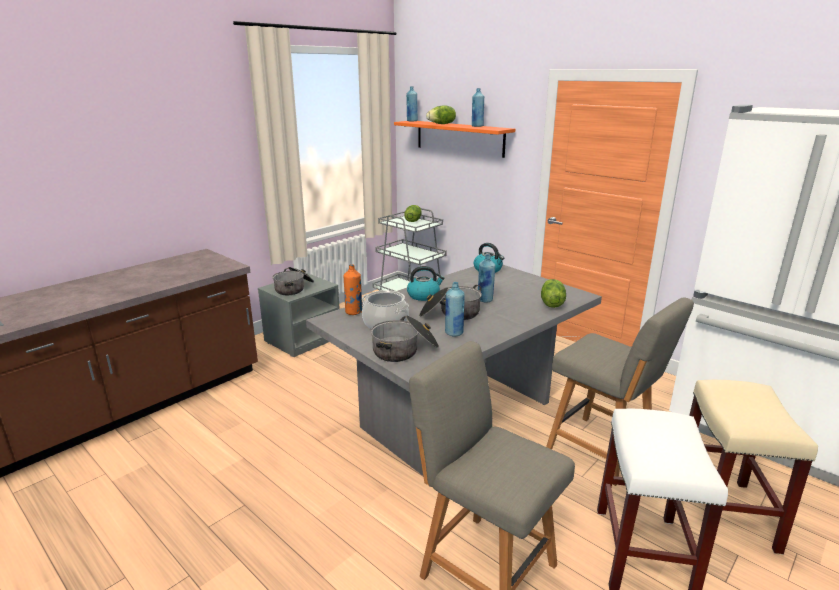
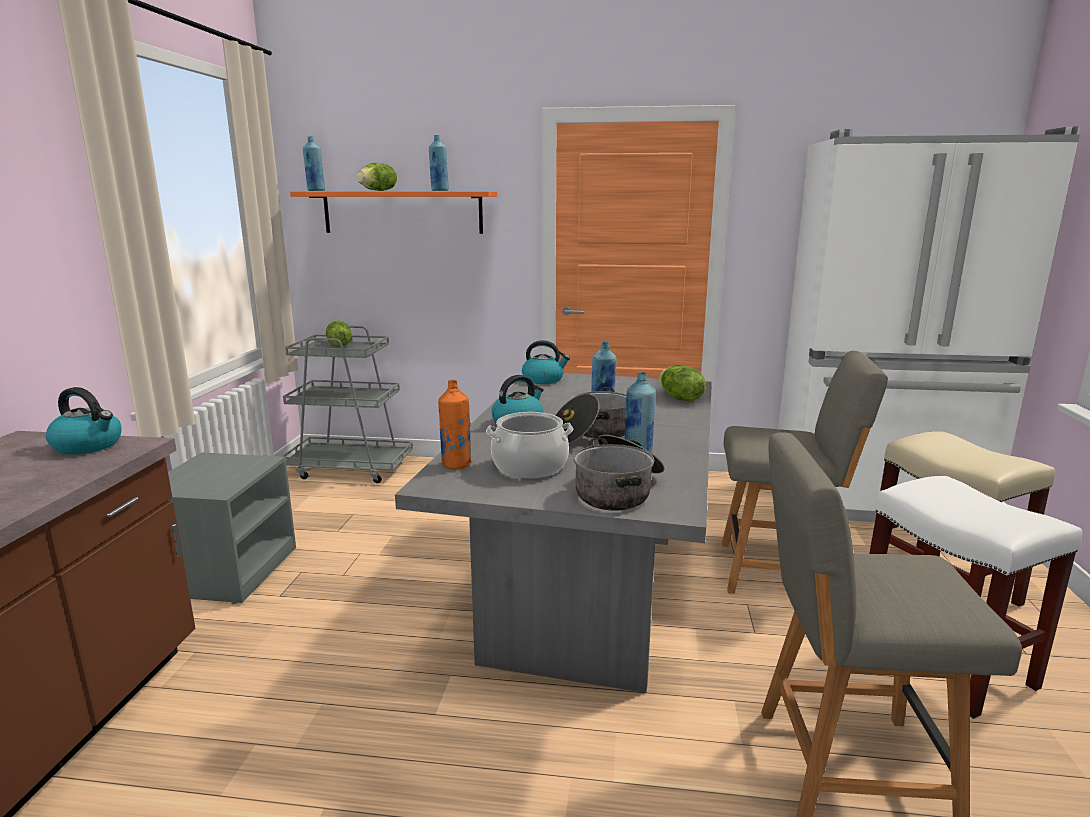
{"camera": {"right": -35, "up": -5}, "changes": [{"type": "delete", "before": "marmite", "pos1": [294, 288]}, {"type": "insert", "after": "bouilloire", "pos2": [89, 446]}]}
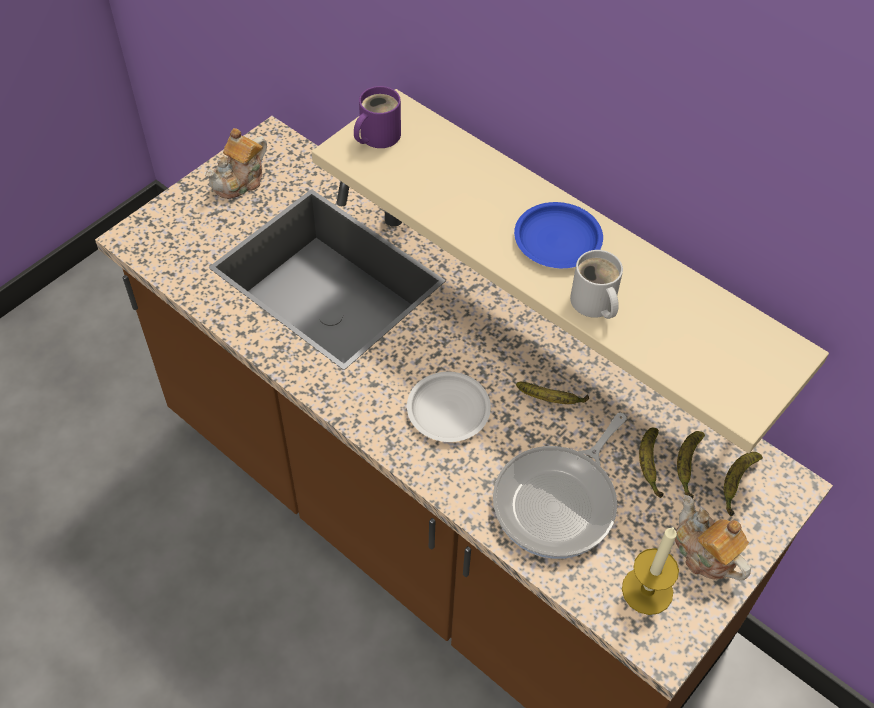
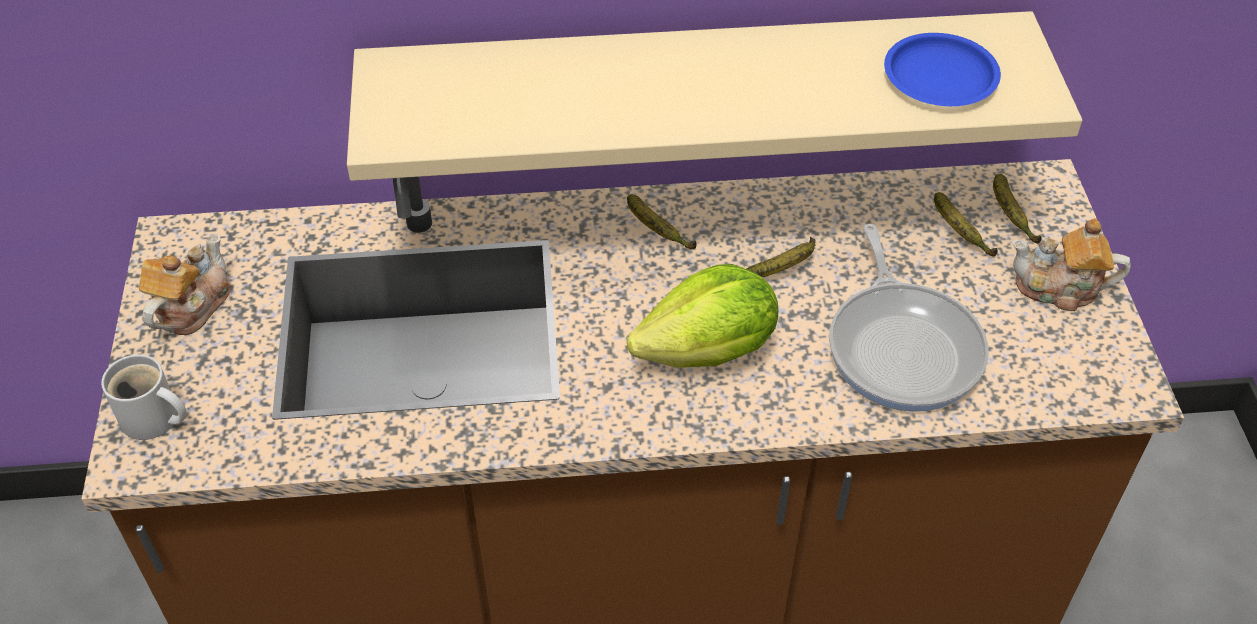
{"camera": {"right": -45, "up": -5}, "changes": [{"type": "rotate", "before": "théière", "pos1": [240, 181], "pos2": [191, 306], "turn": -150}, {"type": "delete", "before": "mug [violet]", "pos1": [376, 136]}, {"type": "replace", "before": "assiette [blanc]", "after": "laitue", "pos1": [448, 411], "pos2": [709, 352]}, {"type": "move", "before": "assiette [bleu]", "pos1": [558, 240], "pos2": [941, 77]}, {"type": "move", "before": "mug [blanc]", "pos1": [593, 304], "pos2": [153, 420]}, {"type": "delete", "before": "bougie", "pos1": [647, 590]}, {"type": "move", "before": "banane", "pos1": [649, 465], "pos2": [655, 230]}]}
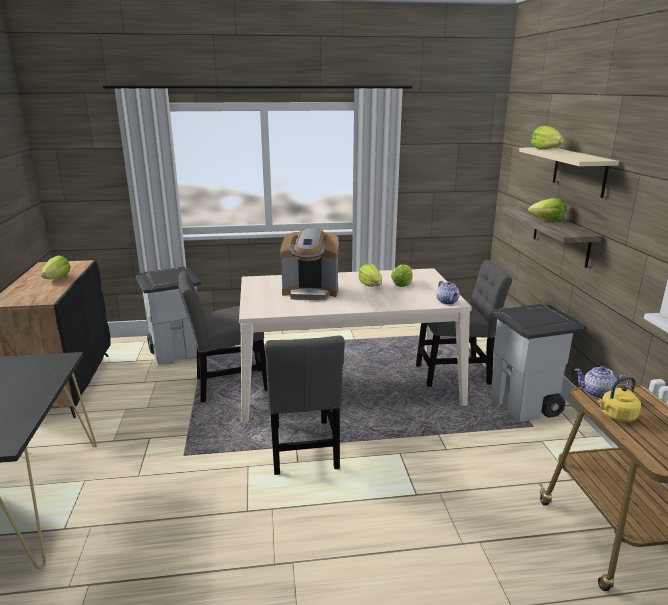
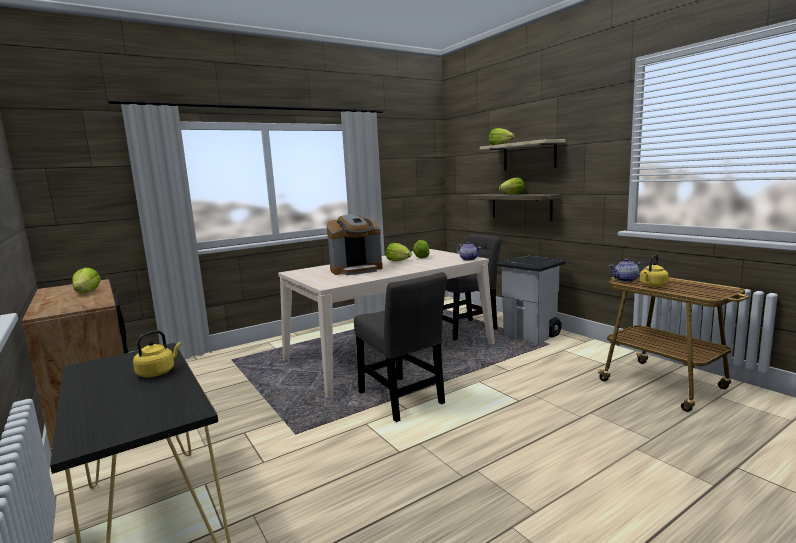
{"camera": {"right": -25, "up": -10}, "changes": [{"type": "delete", "before": "poubelle [gris]", "pos1": [177, 352]}, {"type": "delete", "before": "chaise [gris]", "pos1": [227, 385]}, {"type": "insert", "after": "bouilloire [jaune]", "pos2": [158, 372]}]}
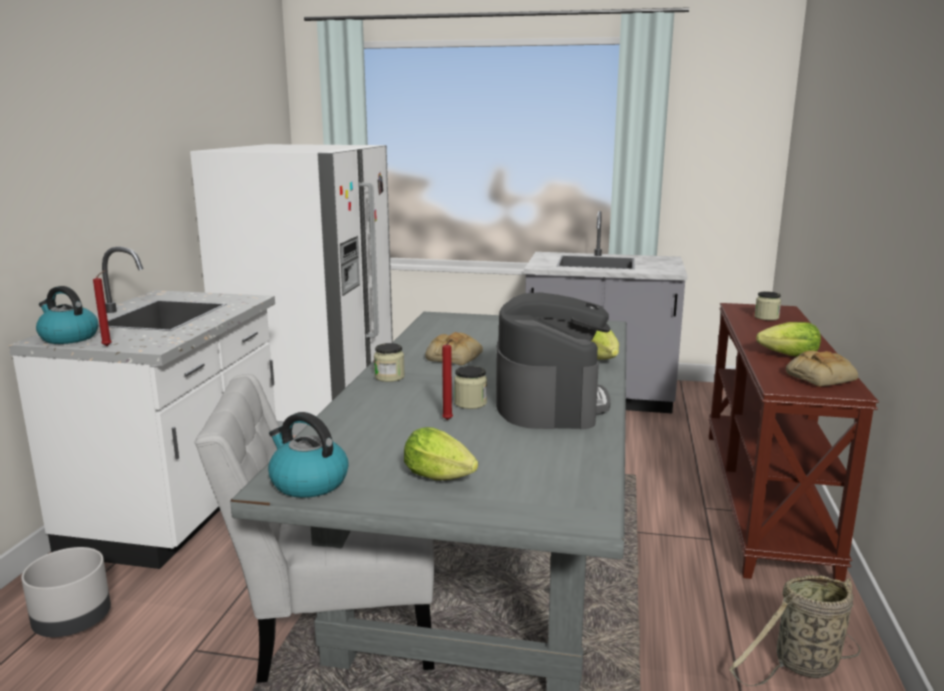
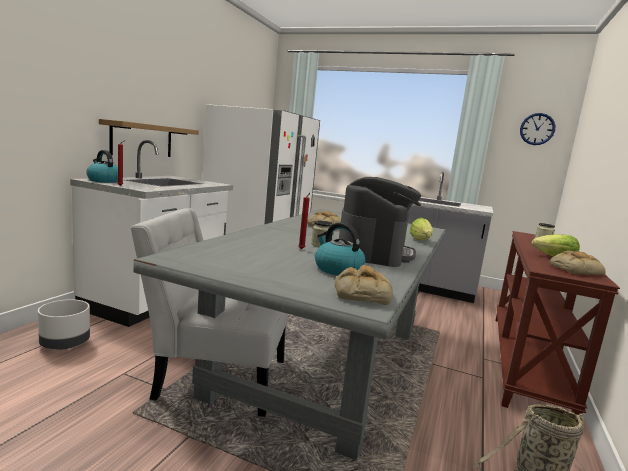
{"camera": {"right": 10, "up": -5}, "changes": [{"type": "move", "before": "bouilloire", "pos1": [308, 483], "pos2": [337, 269]}, {"type": "delete", "before": "bocal", "pos1": [389, 377]}, {"type": "delete", "before": "laitue", "pos1": [442, 478]}, {"type": "insert", "after": "étagère", "pos2": [142, 140]}, {"type": "insert", "after": "pain", "pos2": [361, 293]}, {"type": "insert", "after": "horloge murale", "pos2": [537, 129]}]}
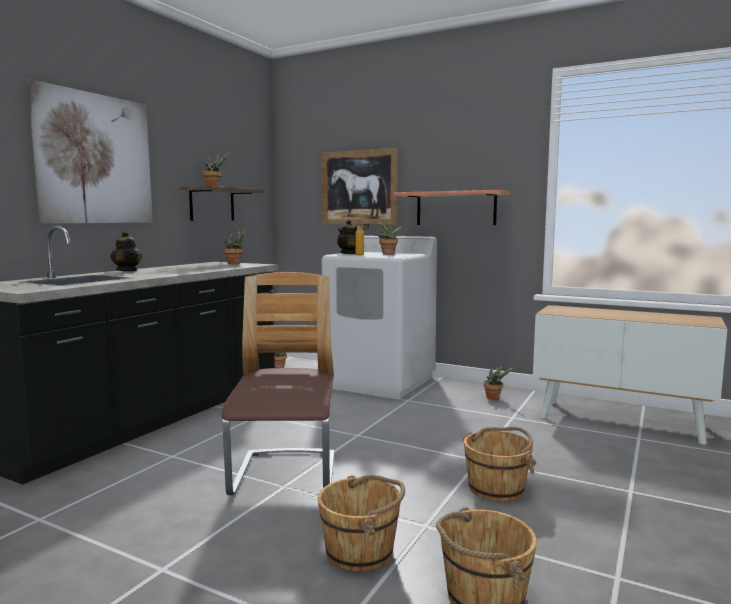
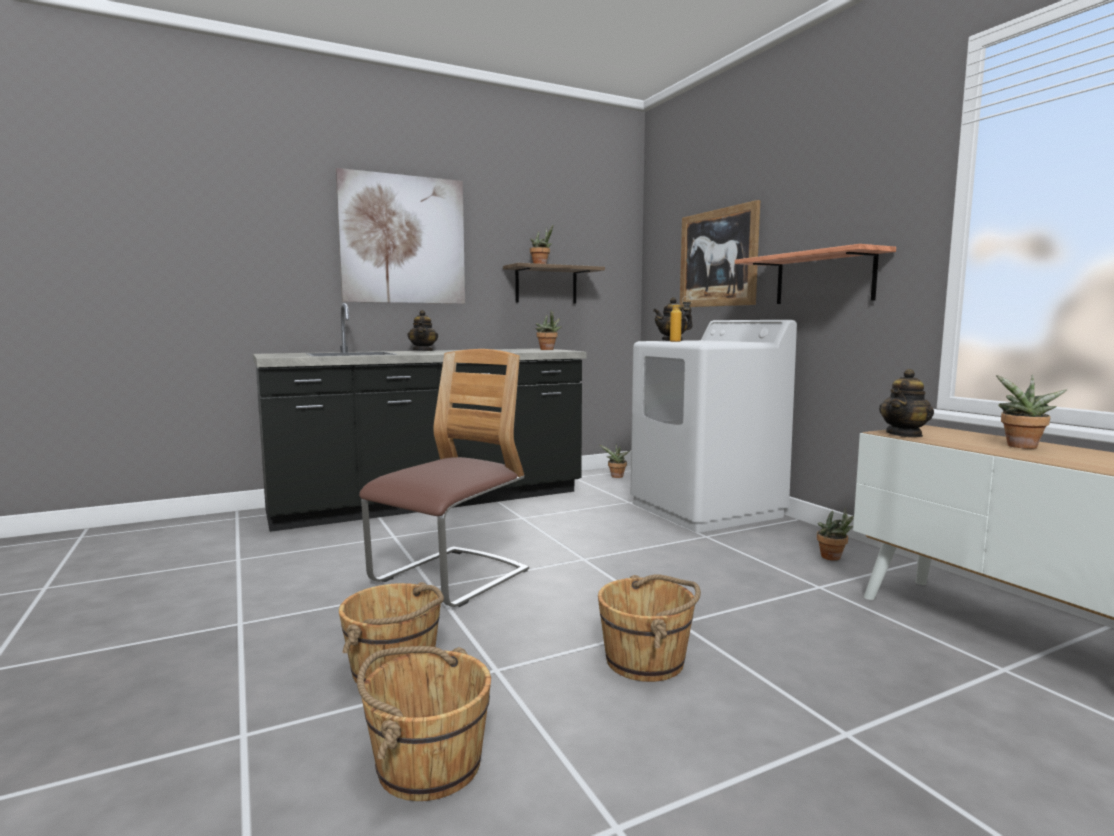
{"camera": {"right": 35, "up": 0}, "changes": [{"type": "move", "before": "plante en pot", "pos1": [388, 254], "pos2": [1021, 447]}, {"type": "insert", "after": "théière", "pos2": [904, 434]}]}
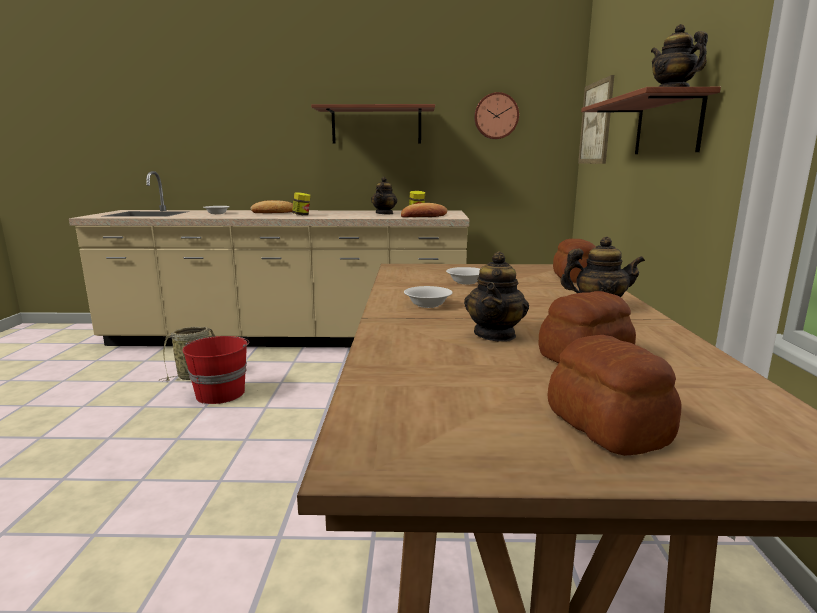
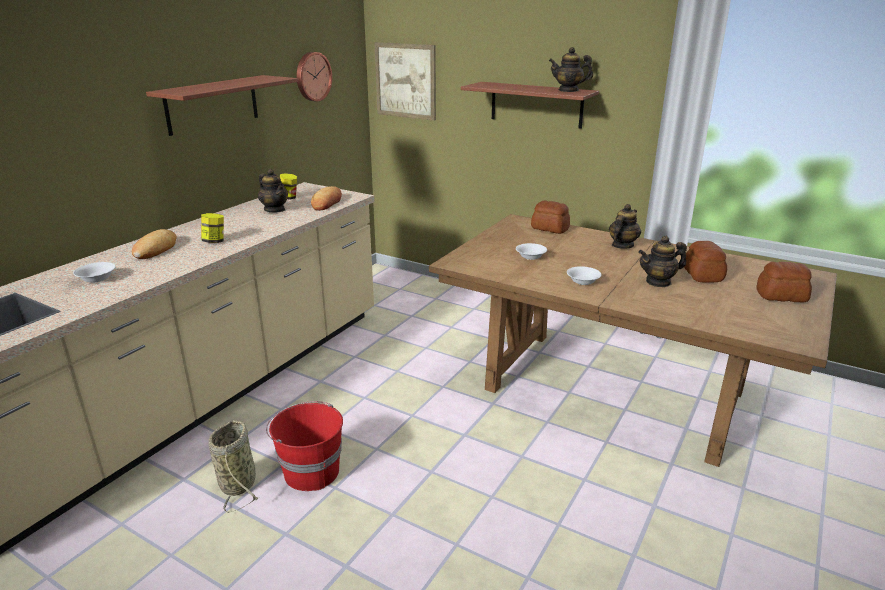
{"camera": {"right": -60, "up": 10}, "changes": [{"type": "rotate", "before": "théière", "pos1": [495, 335], "pos2": [658, 282], "turn": 120}]}
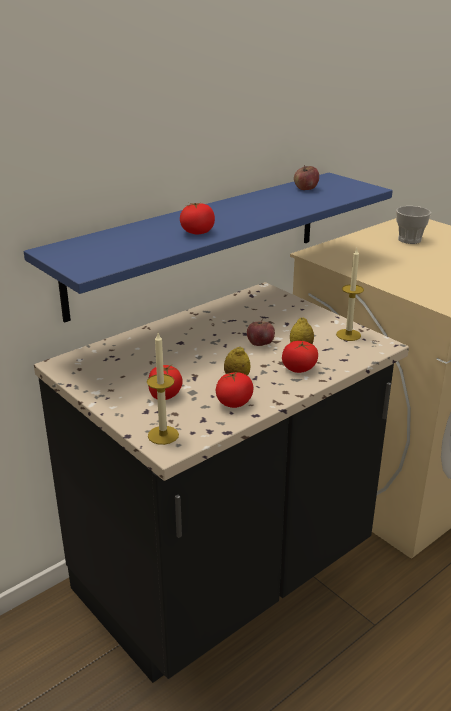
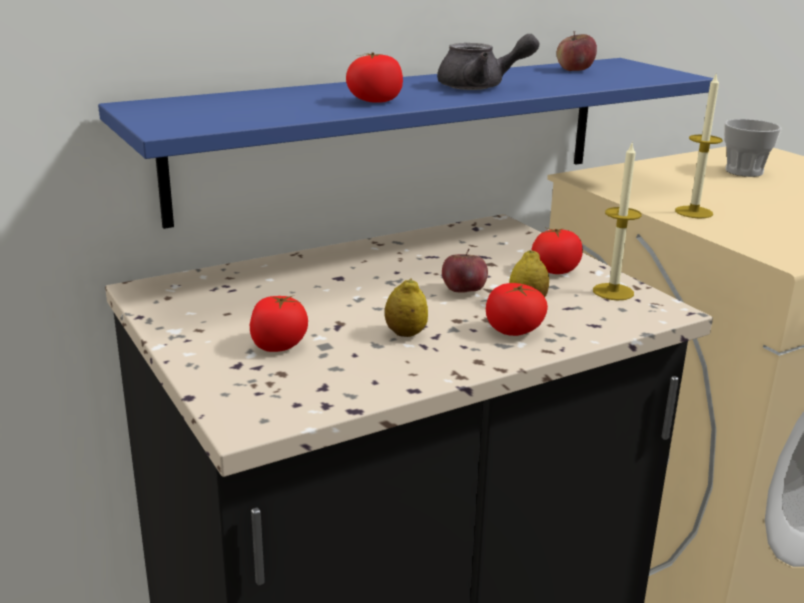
{"camera": {"right": 10, "up": -5}, "changes": [{"type": "move", "before": "bougie", "pos1": [163, 435], "pos2": [693, 212]}, {"type": "move", "before": "tomate", "pos1": [234, 403], "pos2": [554, 271]}, {"type": "insert", "after": "théière [gris]", "pos2": [480, 87]}]}
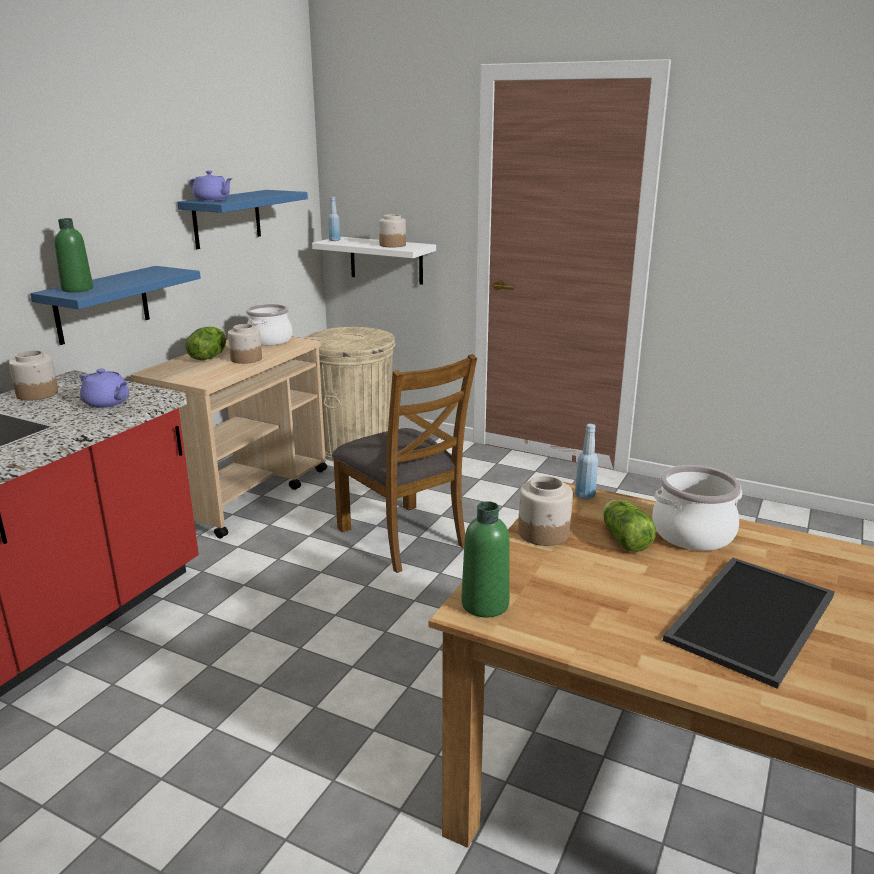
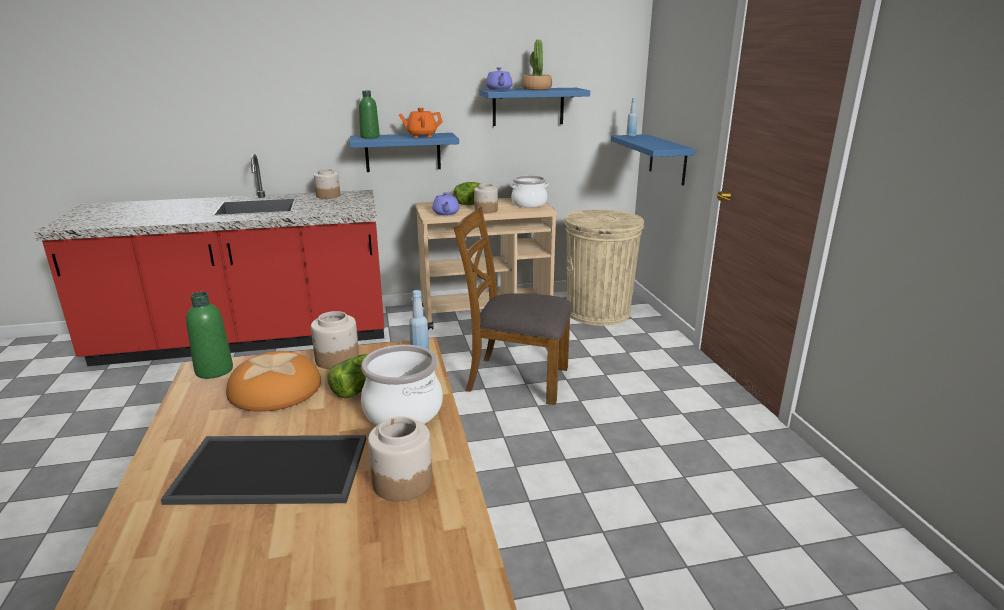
{"camera": {"right": 50, "up": 0}, "changes": [{"type": "move", "before": "théière [violet]", "pos1": [107, 403], "pos2": [446, 213]}, {"type": "recolor", "before": "étagère [blanc]", "after": "étagère [bleu]", "pos1": [386, 260], "pos2": [668, 159]}, {"type": "rotate", "before": "chaise [marron]", "pos1": [403, 537], "pos2": [516, 379], "turn": 90}, {"type": "move", "before": "bocal", "pos1": [392, 245], "pos2": [402, 481]}, {"type": "insert", "after": "pain", "pos2": [274, 390]}, {"type": "insert", "after": "théière [orange]", "pos2": [421, 136]}, {"type": "insert", "after": "plante en pot", "pos2": [536, 89]}]}
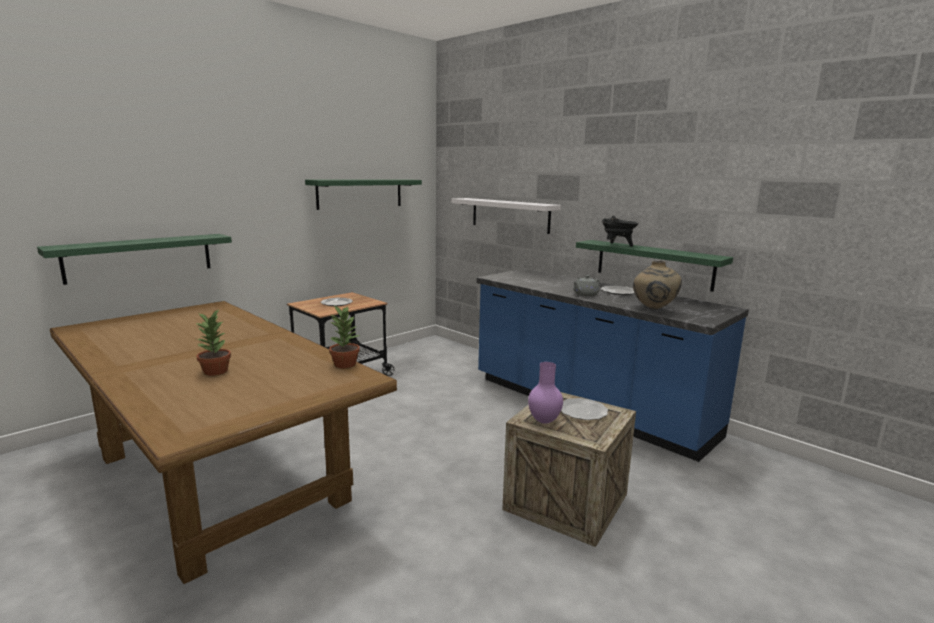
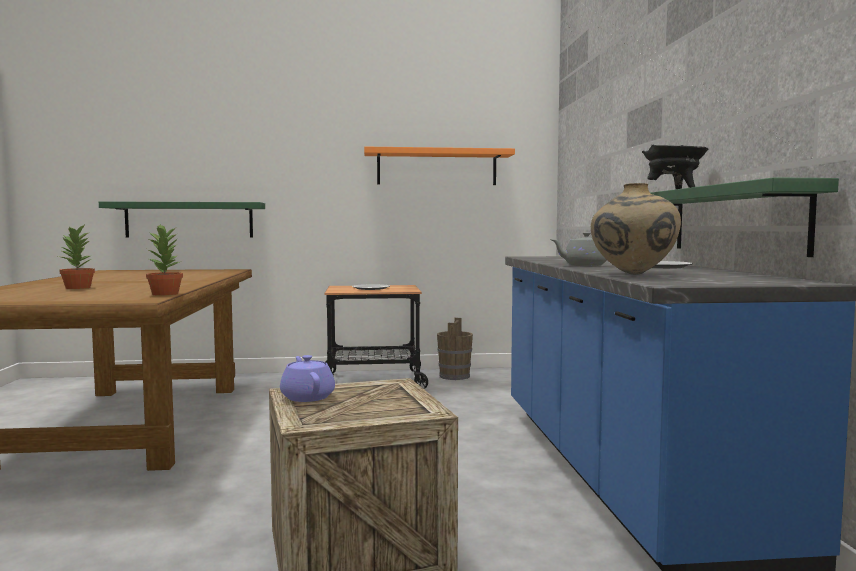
{"camera": {"right": 40, "up": -10}, "changes": [{"type": "recolor", "before": "étagère [vert]", "after": "étagère [orange]", "pos1": [360, 193], "pos2": [437, 167]}, {"type": "delete", "before": "étagère [blanc]", "pos1": [510, 215]}, {"type": "replace", "before": "vase [violet]", "after": "théière [violet]", "pos1": [544, 421], "pos2": [307, 397]}, {"type": "delete", "before": "assiette", "pos1": [582, 411]}, {"type": "insert", "after": "seau [marron]", "pos2": [454, 376]}]}
